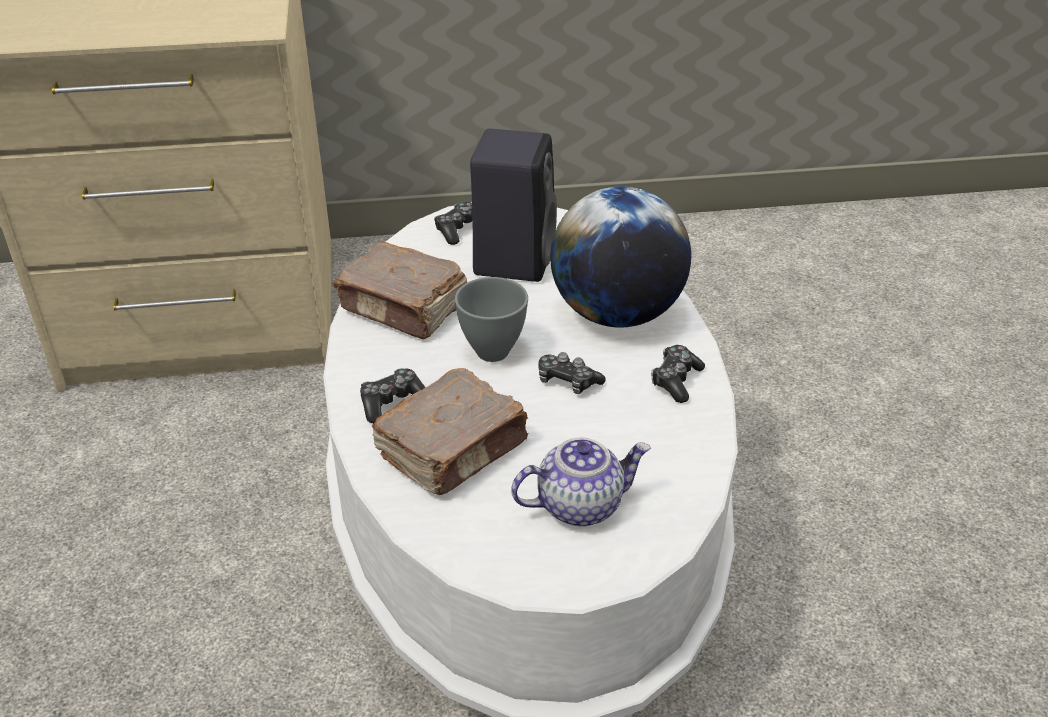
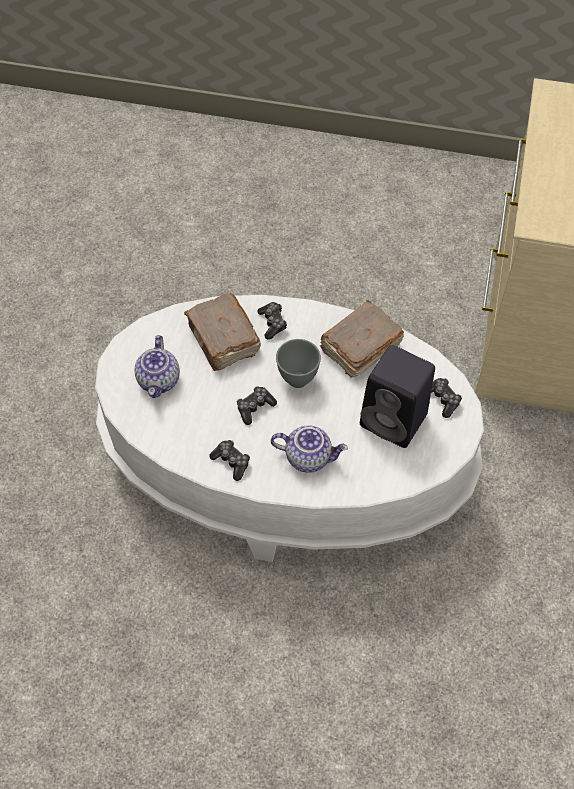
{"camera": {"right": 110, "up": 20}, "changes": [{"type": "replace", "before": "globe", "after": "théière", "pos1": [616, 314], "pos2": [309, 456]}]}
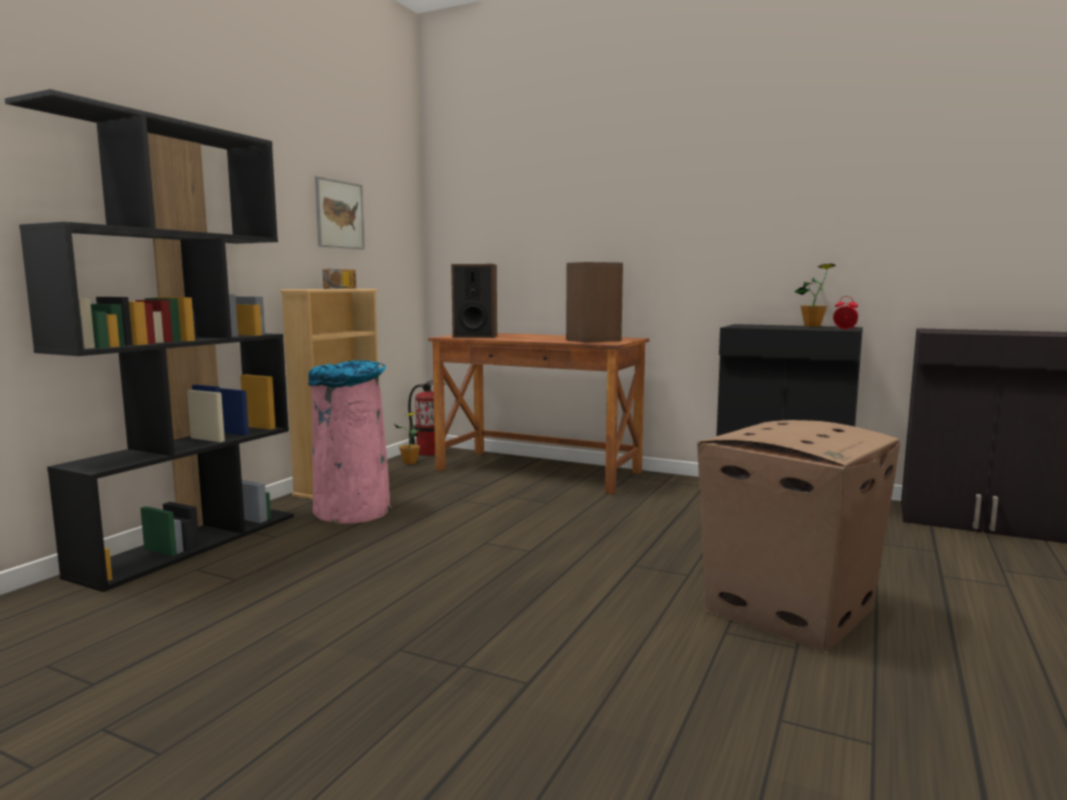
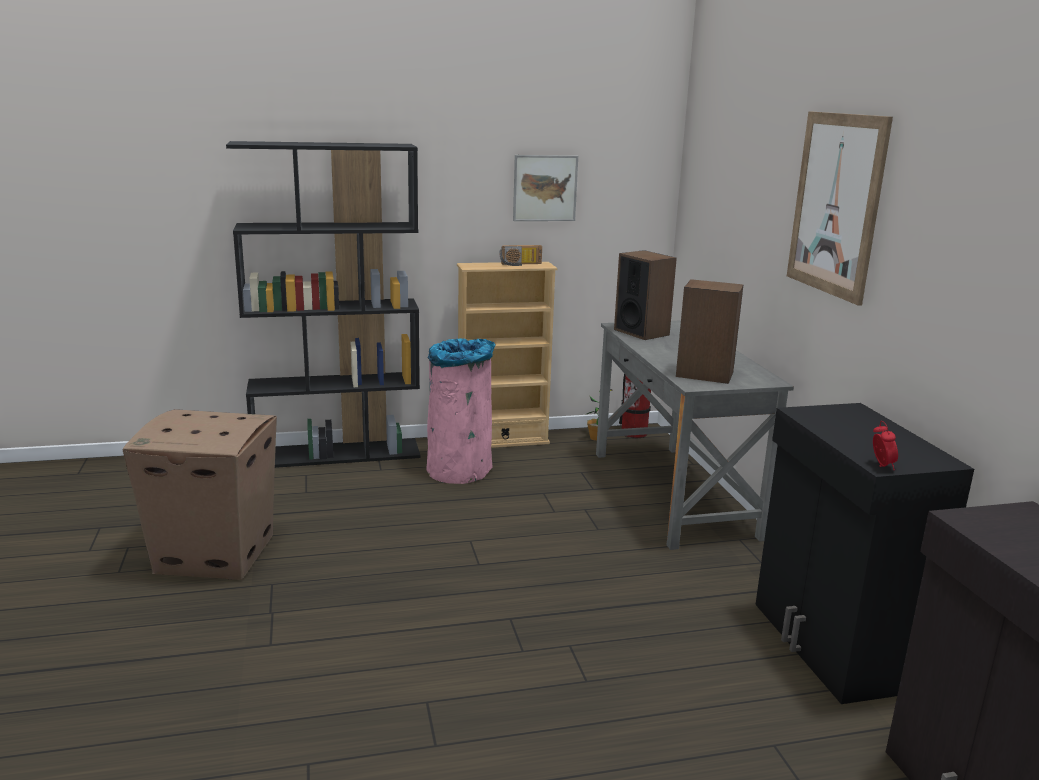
{"camera": {"right": 50, "up": 10}, "changes": [{"type": "recolor", "before": "bureau [marron]", "after": "bureau [gris]", "pos1": [538, 471], "pos2": [674, 493]}, {"type": "move", "before": "carton", "pos1": [790, 610], "pos2": [217, 553]}, {"type": "delete", "before": "plante en pot", "pos1": [812, 326]}, {"type": "insert", "after": "tableau", "pos2": [836, 204]}]}
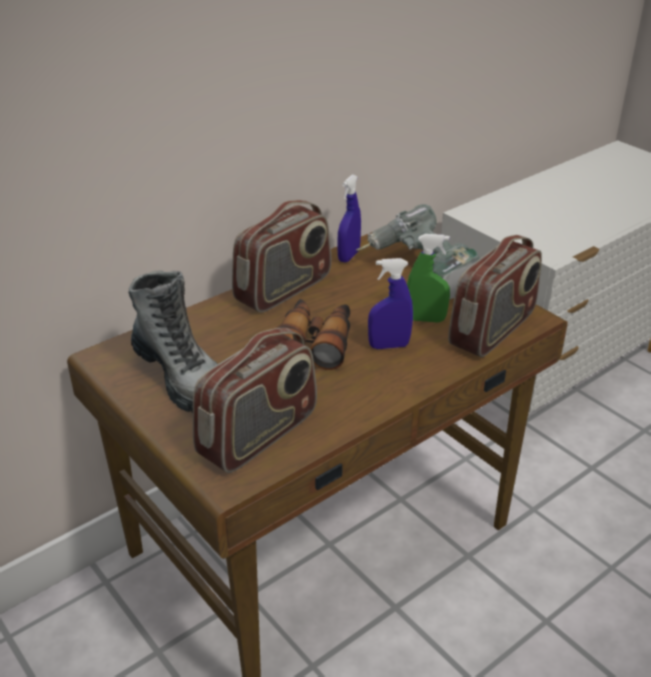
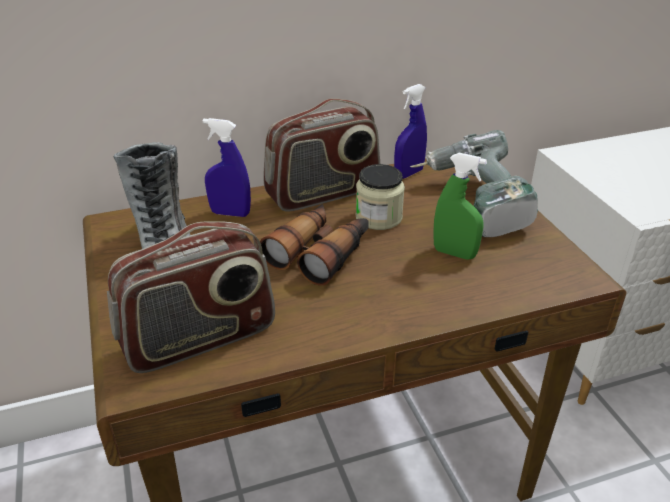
{"camera": {"right": 20, "up": 0}, "changes": [{"type": "move", "before": "vaporisateur [bleu]", "pos1": [389, 346], "pos2": [230, 213]}, {"type": "delete", "before": "radio", "pos1": [493, 330]}, {"type": "insert", "after": "bocal", "pos2": [378, 218]}]}
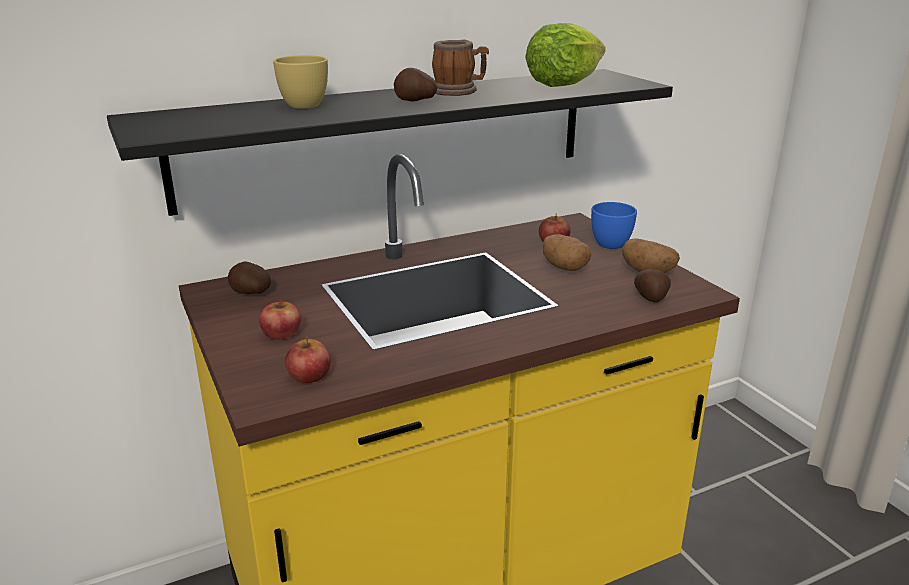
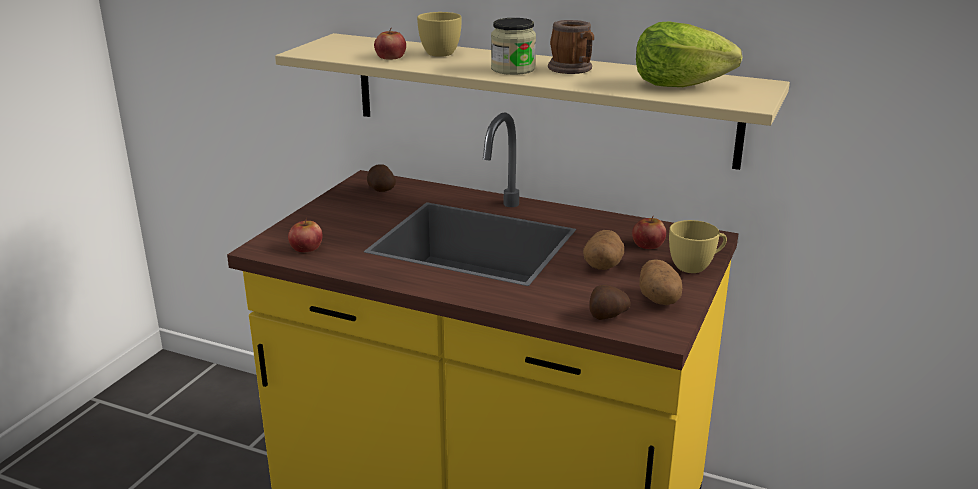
{"camera": {"right": 50, "up": 0}, "changes": [{"type": "recolor", "before": "étagère [noir]", "after": "étagère [beige]", "pos1": [390, 136], "pos2": [538, 98]}, {"type": "move", "before": "pomme", "pos1": [281, 333], "pos2": [391, 57]}, {"type": "replace", "before": "pomme de terre", "after": "bocal", "pos1": [415, 101], "pos2": [513, 69]}, {"type": "recolor", "before": "tasse [bleu]", "after": "tasse [jaune]", "pos1": [612, 242], "pos2": [696, 266]}]}
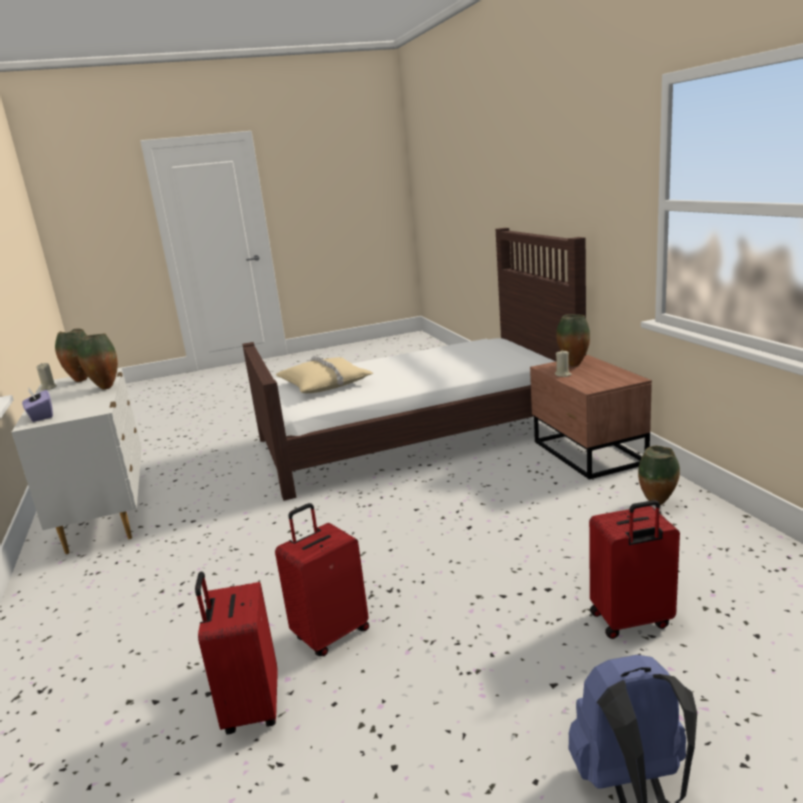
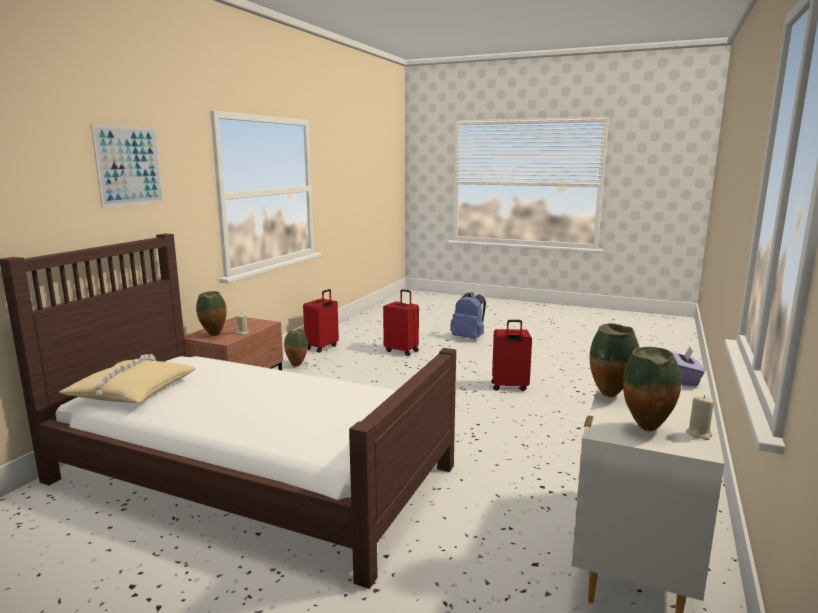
{"camera": {"right": -140, "up": -5}, "changes": [{"type": "move", "before": "valise [rouge]", "pos1": [250, 708], "pos2": [322, 347]}, {"type": "move", "before": "coussin [beige]", "pos1": [325, 383], "pos2": [131, 391]}, {"type": "insert", "after": "tableau", "pos2": [129, 166]}]}
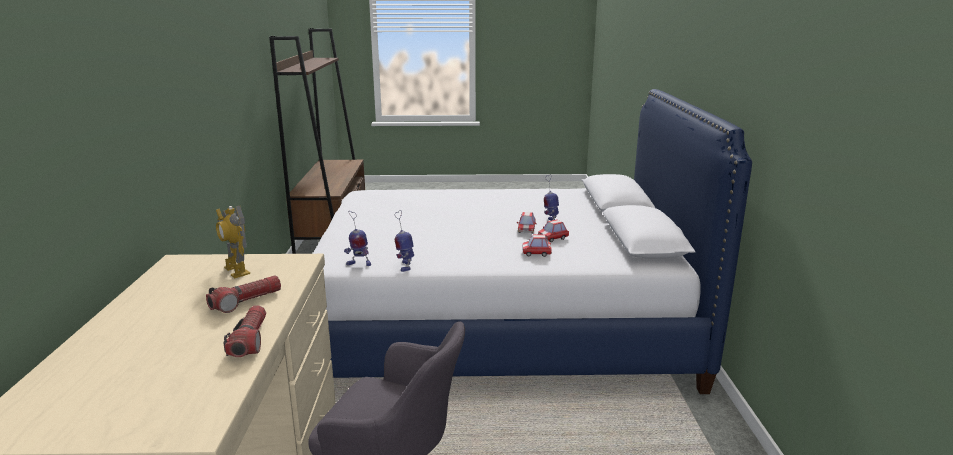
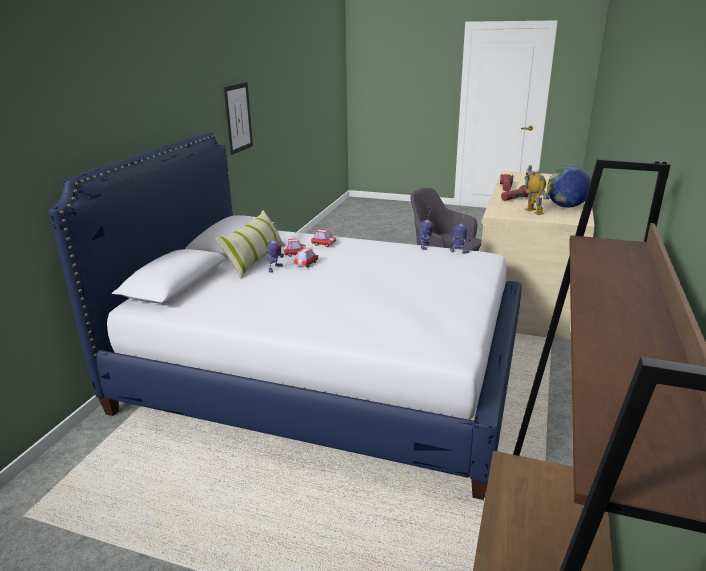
{"camera": {"right": -160, "up": 5}, "changes": [{"type": "insert", "after": "coussin", "pos2": [255, 260]}, {"type": "insert", "after": "tableau", "pos2": [238, 118]}, {"type": "insert", "after": "globe", "pos2": [566, 206]}]}
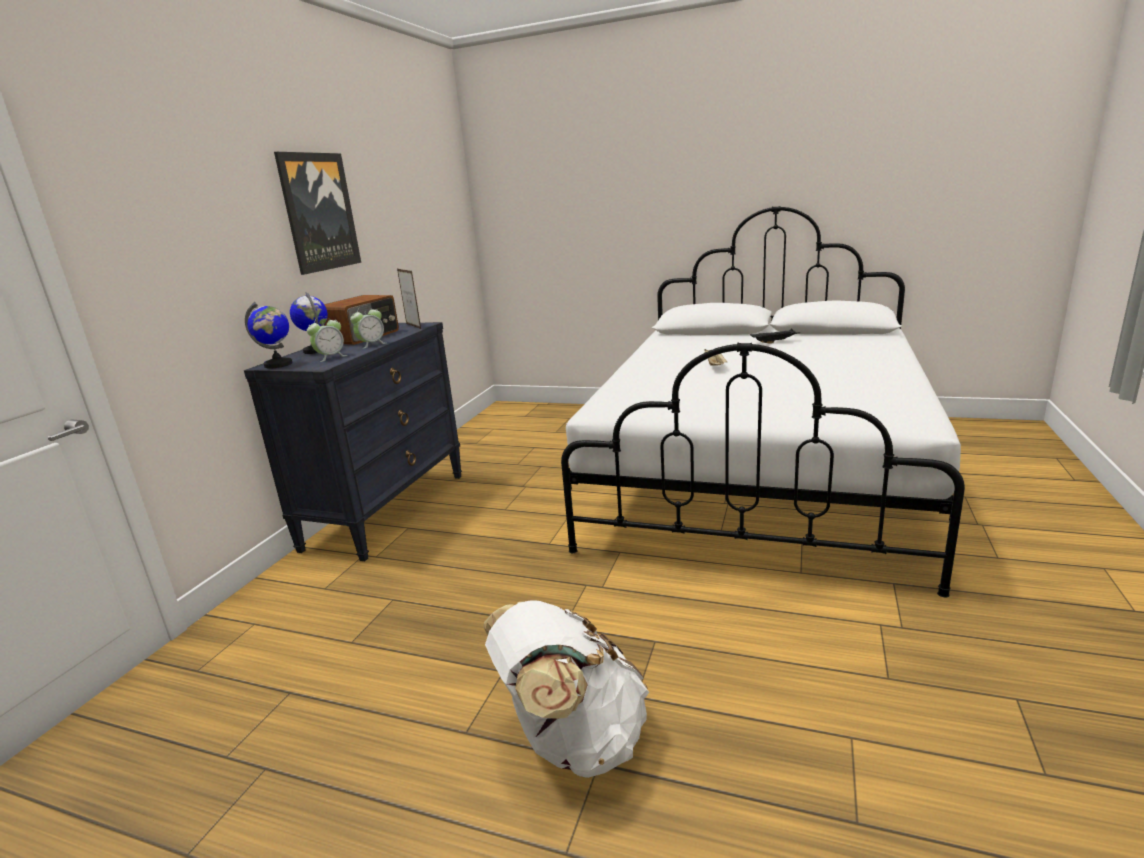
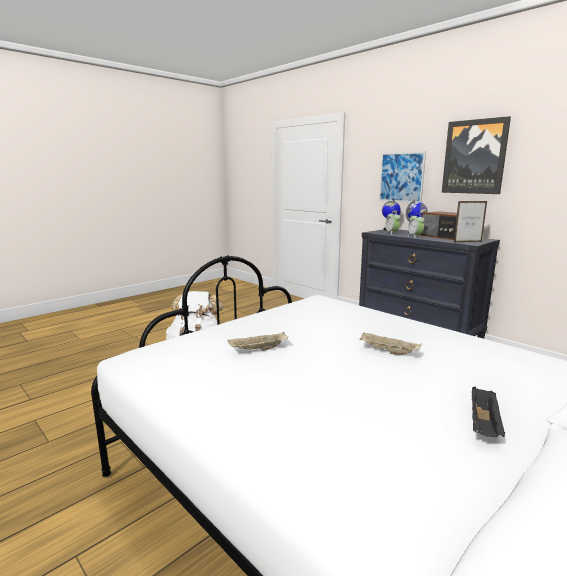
{"camera": {"right": 115, "up": -5}, "changes": [{"type": "insert", "after": "plateau [beige]", "pos2": [258, 350]}, {"type": "insert", "after": "tableau", "pos2": [401, 177]}]}
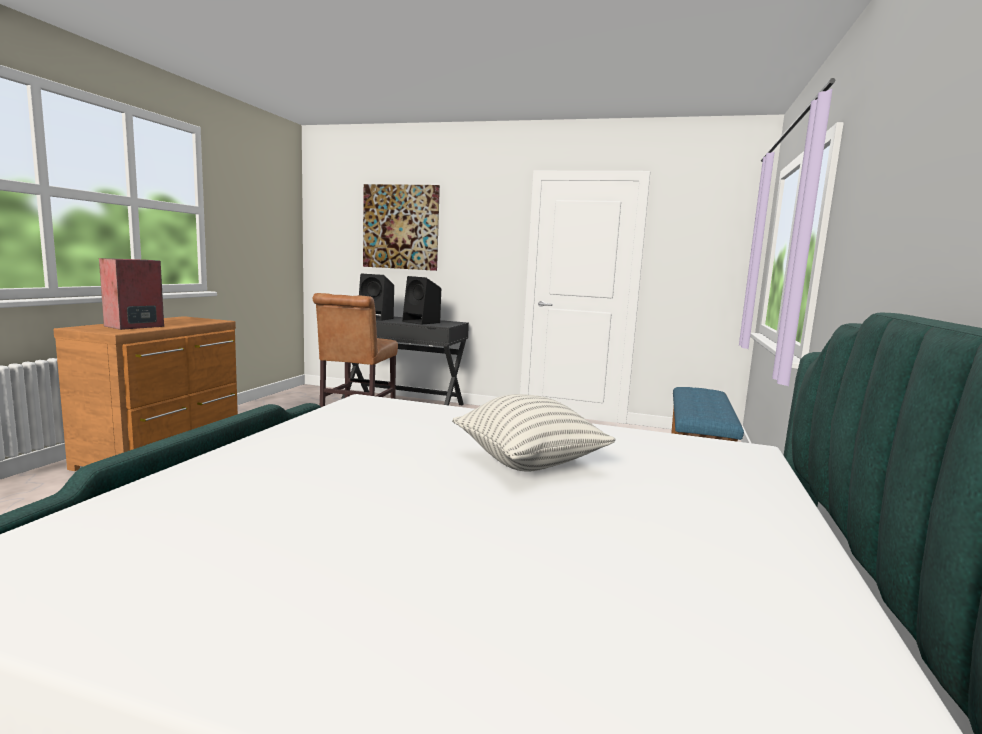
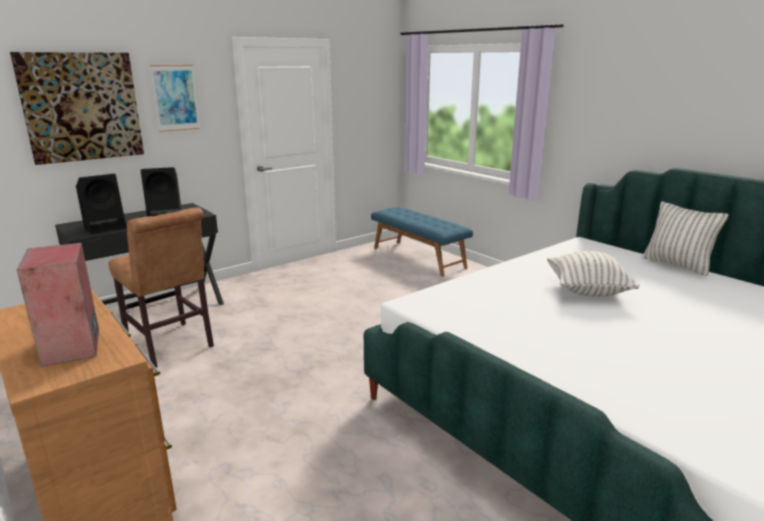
{"camera": {"right": -55, "up": 10}, "changes": [{"type": "insert", "after": "tableau", "pos2": [175, 98]}, {"type": "insert", "after": "coussin", "pos2": [677, 265]}]}
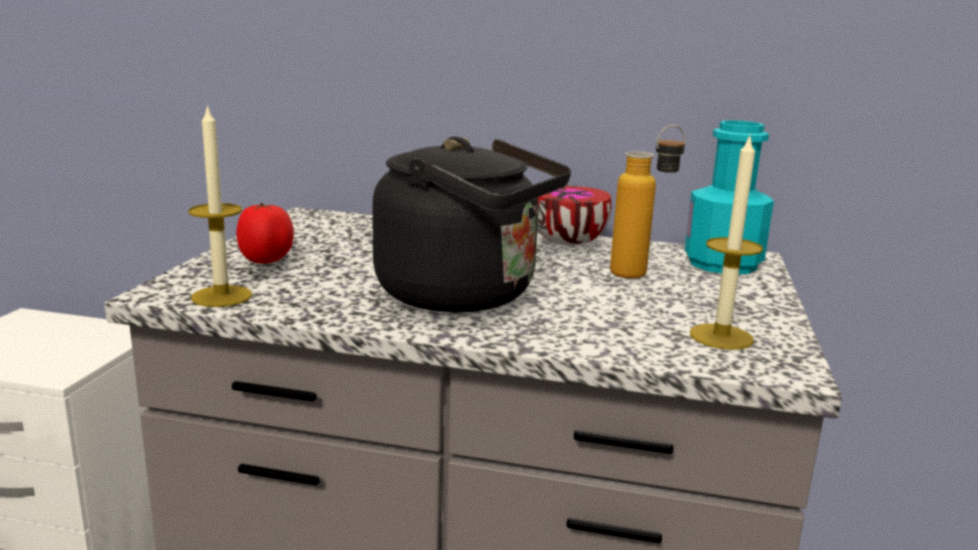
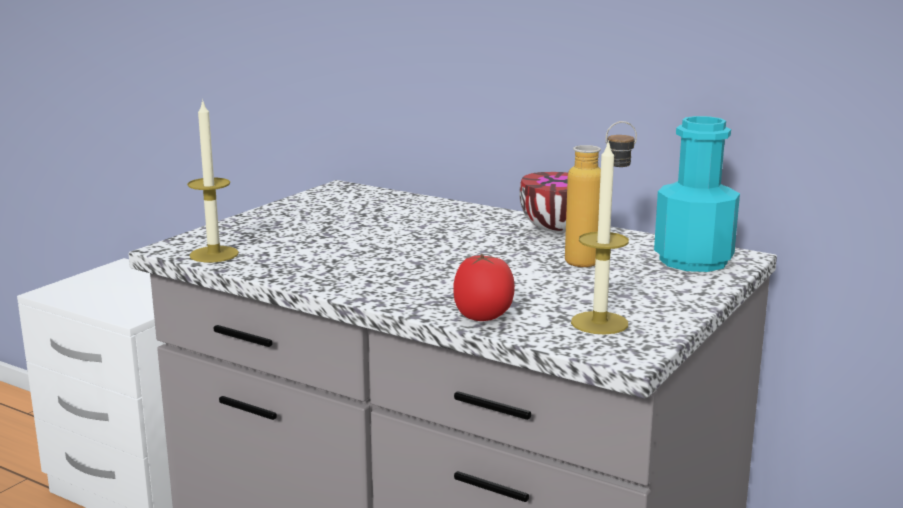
{"camera": {"right": 20, "up": 0}, "changes": [{"type": "move", "before": "tomate", "pos1": [267, 261], "pos2": [483, 318]}, {"type": "delete", "before": "bouilloire [noir]", "pos1": [466, 295]}]}
